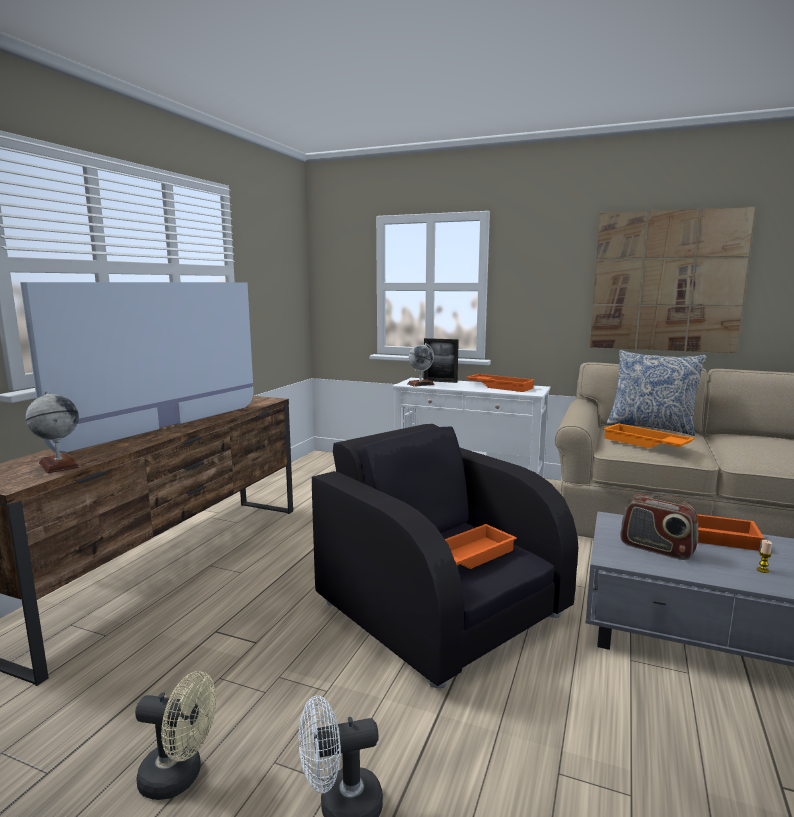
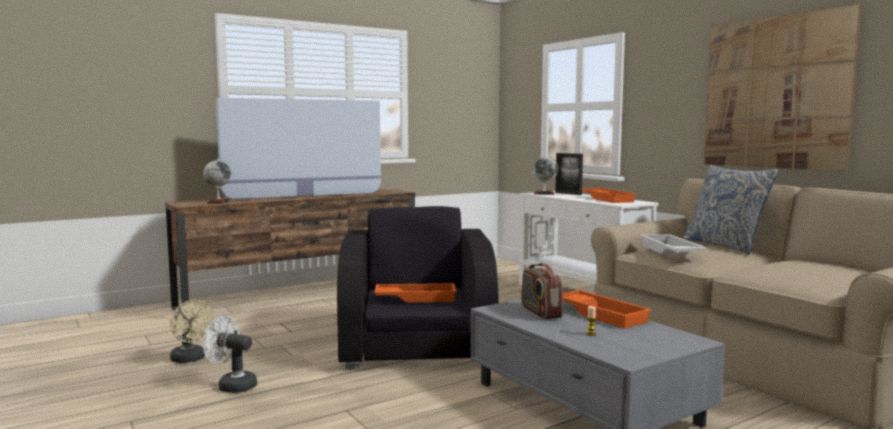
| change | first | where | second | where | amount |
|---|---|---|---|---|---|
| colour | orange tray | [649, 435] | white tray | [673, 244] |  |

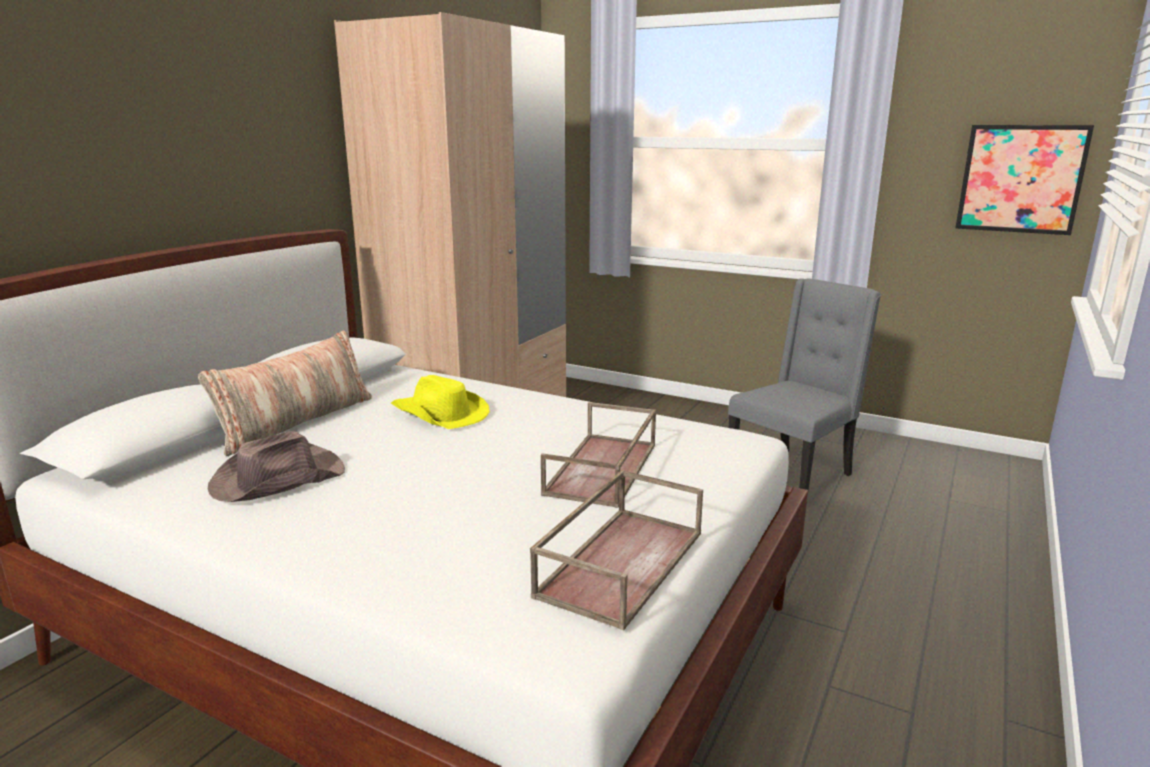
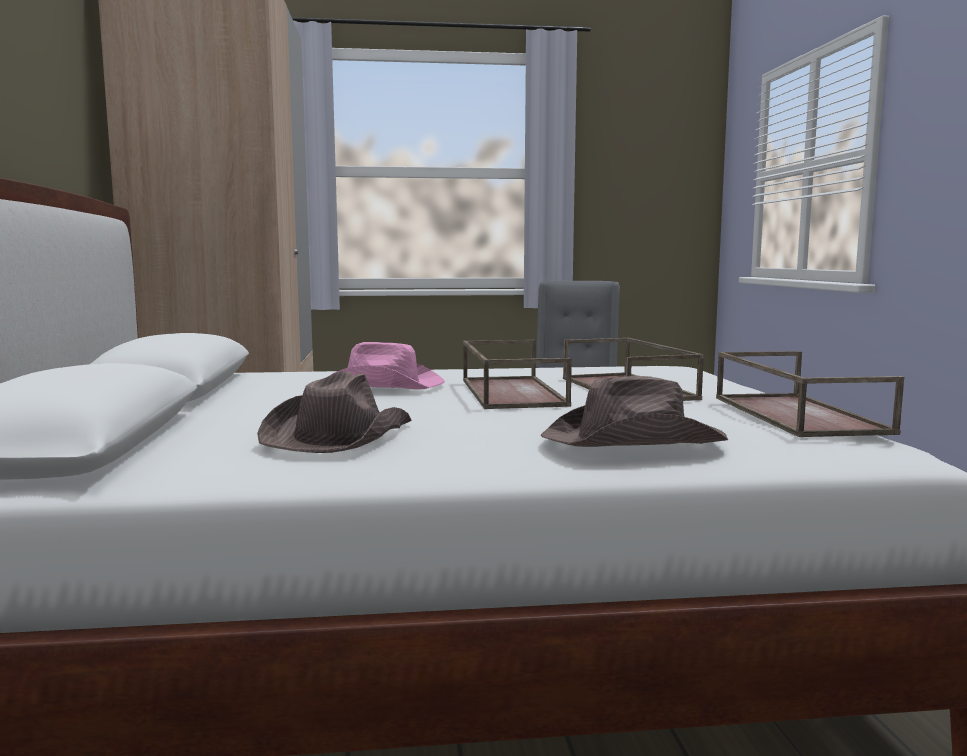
| change | first | where | second | where | amount |
|---|---|---|---|---|---|
| colour | yellow wearable hat | [440, 402] | pinkish wearable hat | [387, 366] |  |
| appeared |  |  | brown-coloured tray | [517, 374] |  |
| appeared |  |  | brown-coloured wearable hat | [634, 411] |  |
| missing | throw pillow | [285, 393] |  |  |  |
| missing | picture | [1024, 180] |  |  |  |

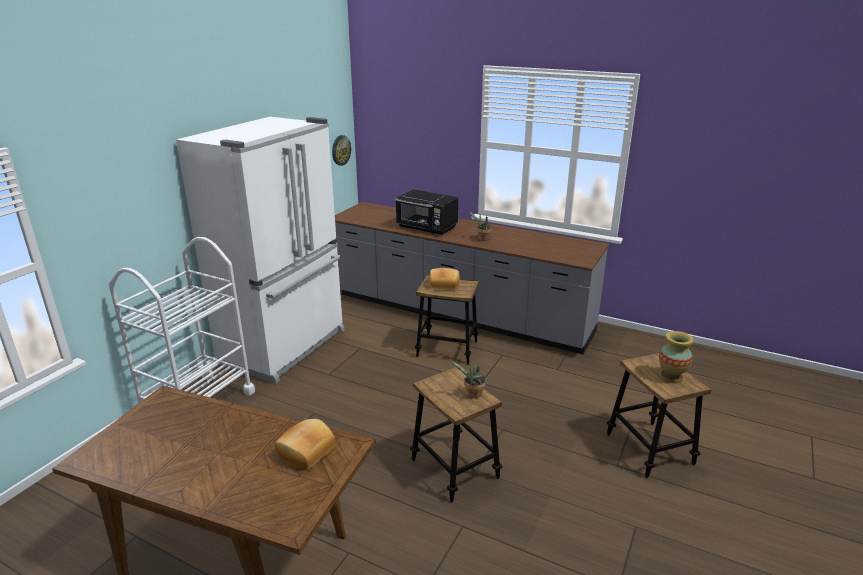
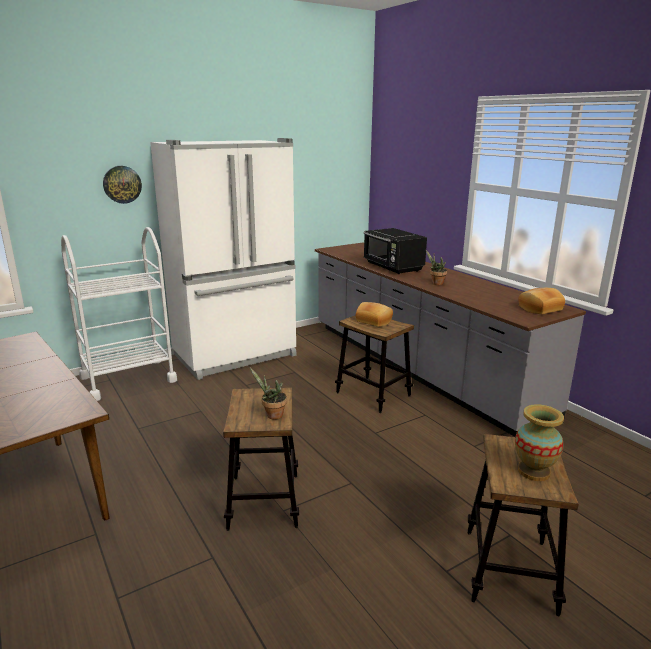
| change | first | where | second | where | amount |
|---|---|---|---|---|---|
| relocated | hanging clock | [341, 150] |  | [122, 185] |  |
| relocated | bread | [305, 444] |  | [541, 301] |  |

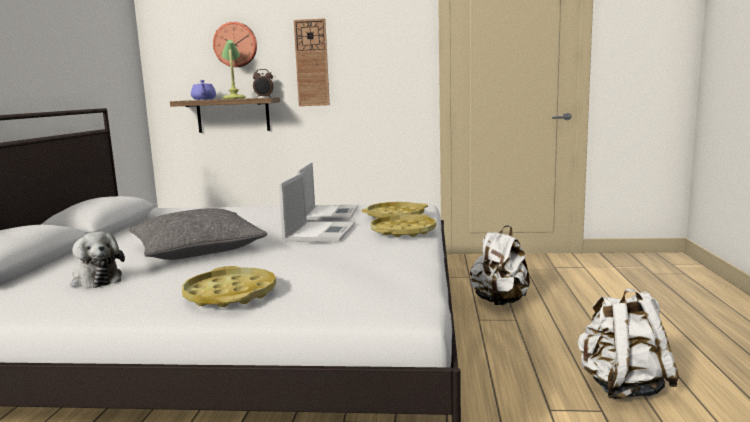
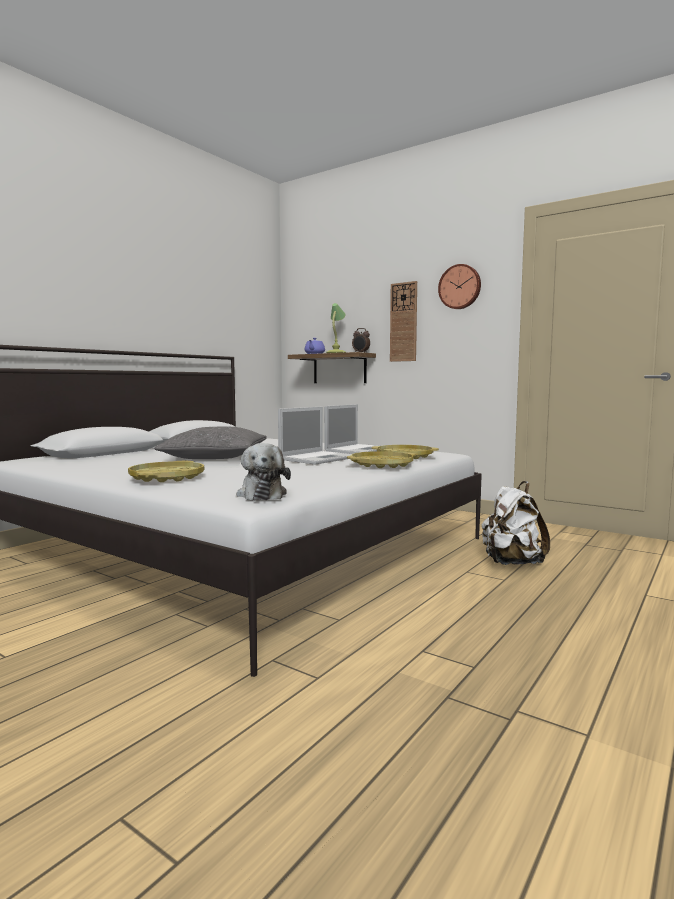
| change | first | where | second | where | amount |
|---|---|---|---|---|---|
| relocated | plush toy | [98, 260] |  | [264, 472] |  |
| relocated | hanging clock | [235, 44] |  | [459, 286] |  |
| missing | white backpack | [628, 343] |  |  |  |

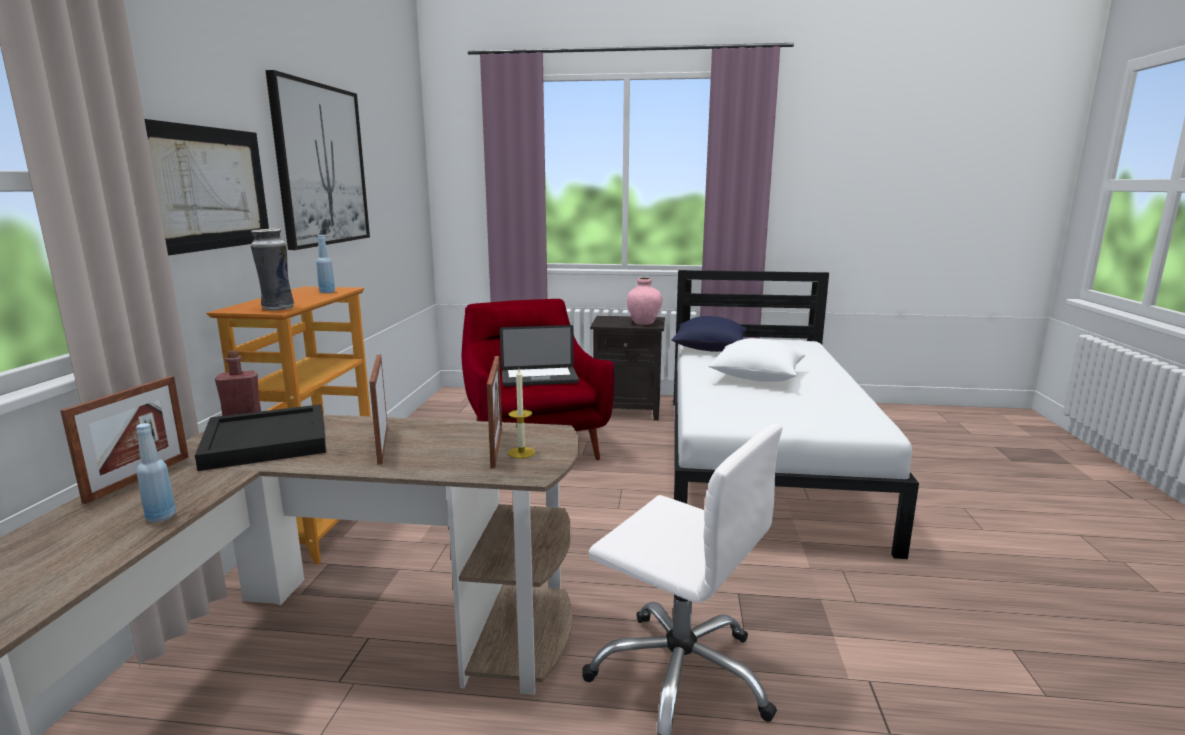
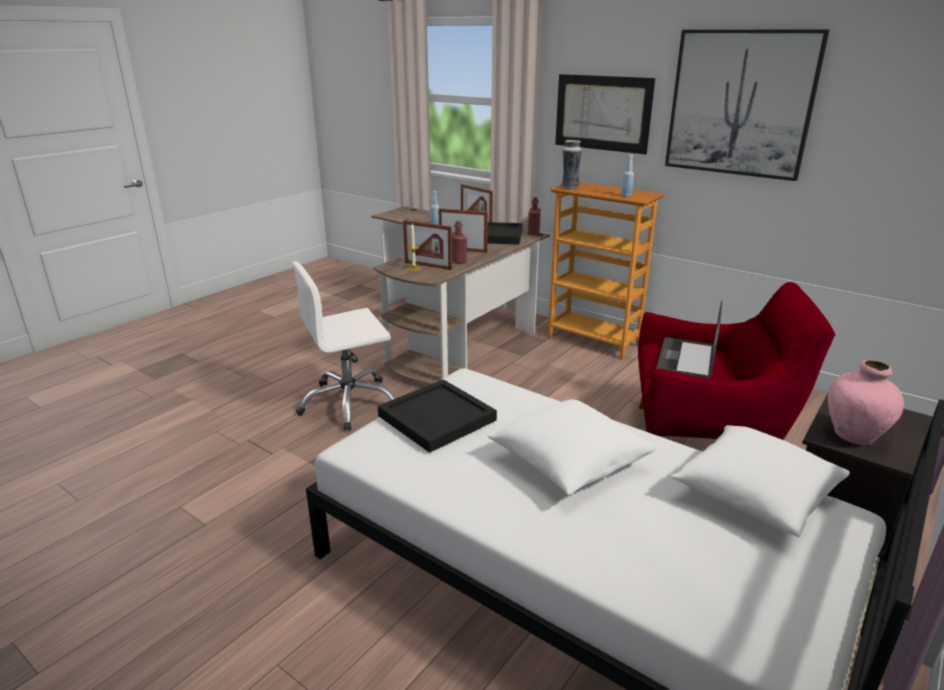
| change | first | where | second | where | amount |
|---|---|---|---|---|---|
| appeared |  |  | black-coloured tray | [437, 416] |  |
| appeared |  |  | reddish bottle | [459, 242] |  |
| colour | blue throw pillow | [709, 334] | white throw pillow | [760, 481] |  |

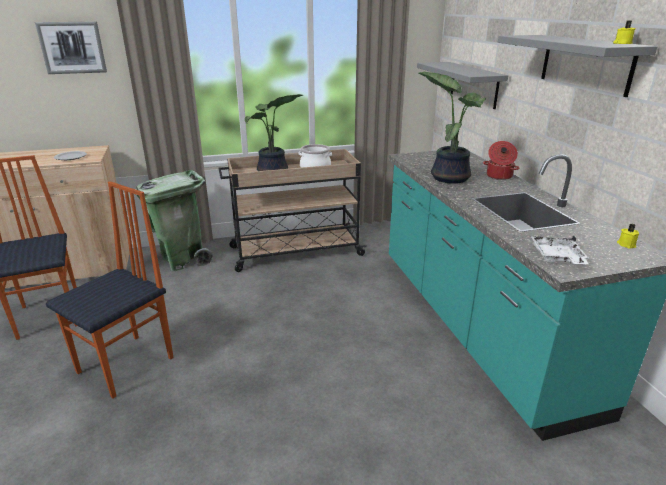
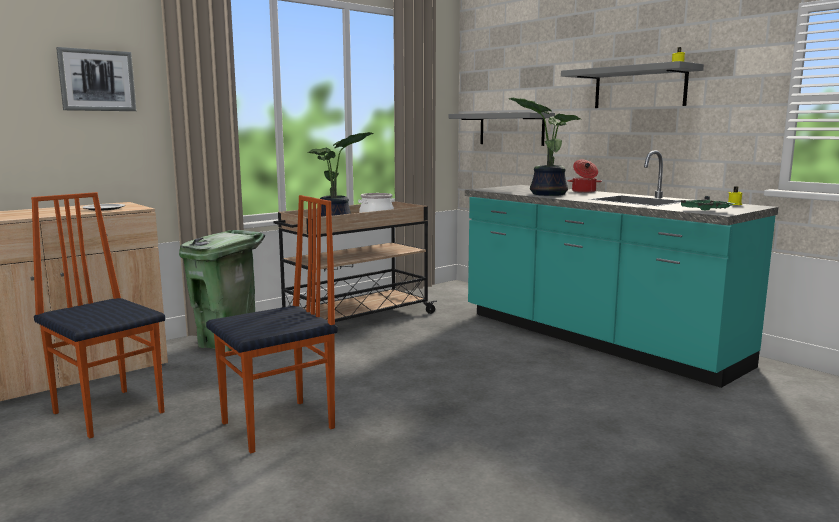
| change | first | where | second | where | amount |
|---|---|---|---|---|---|
| spun | chair | [110, 289] |  | [272, 324] | 45 degrees clockwise |
| colour | white tray | [560, 249] | green tray | [708, 203] |  |

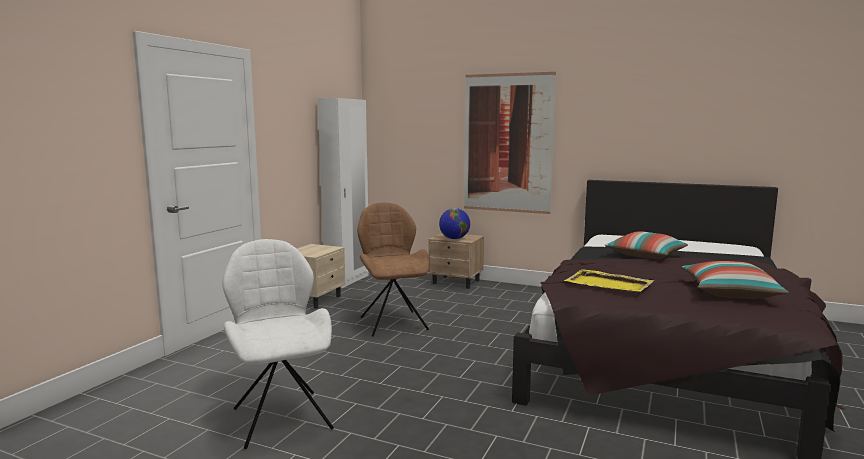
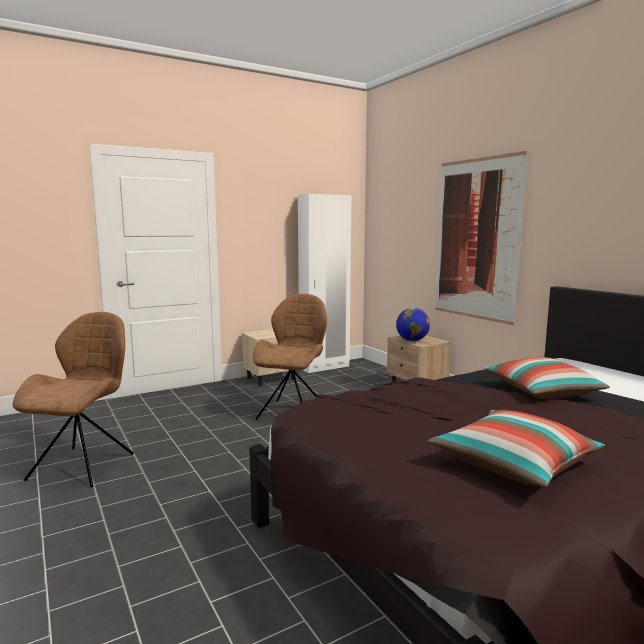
| change | first | where | second | where | amount |
|---|---|---|---|---|---|
| colour | white chair | [278, 344] | brown-coloured chair | [73, 400] |  |
| missing | yellow tray | [609, 280] |  |  |  |

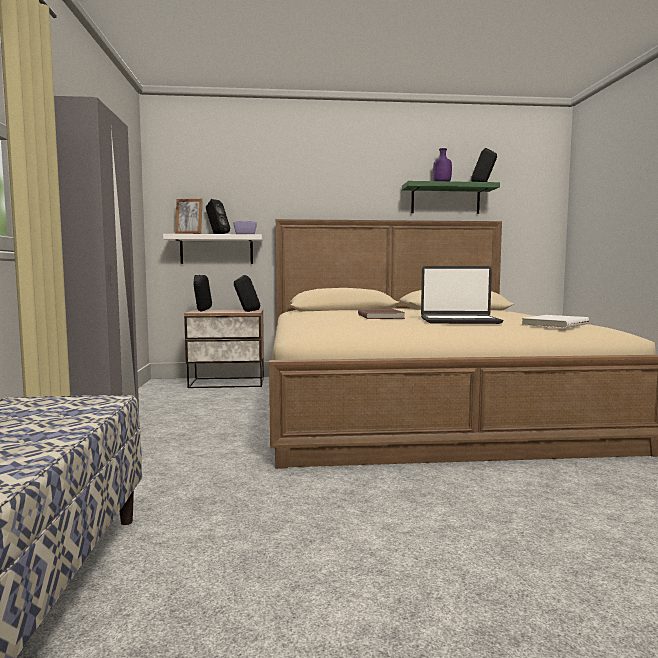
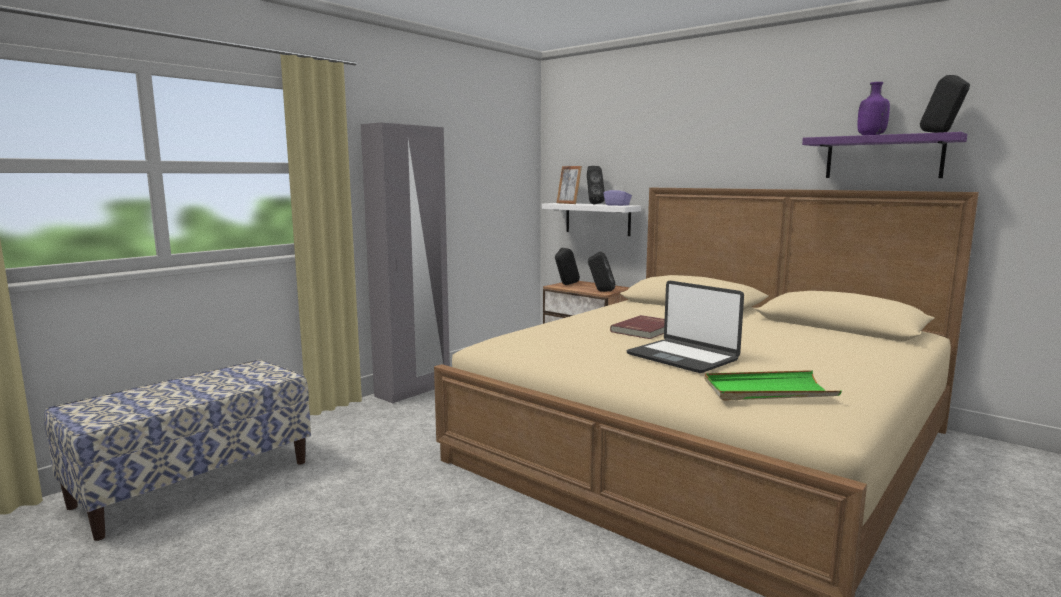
| change | first | where | second | where | amount |
|---|---|---|---|---|---|
| exchanged | white volume | [555, 321] | green tray | [773, 385] |  |
| colour | green wall shelf | [451, 197] | purple wall shelf | [884, 155] |  |

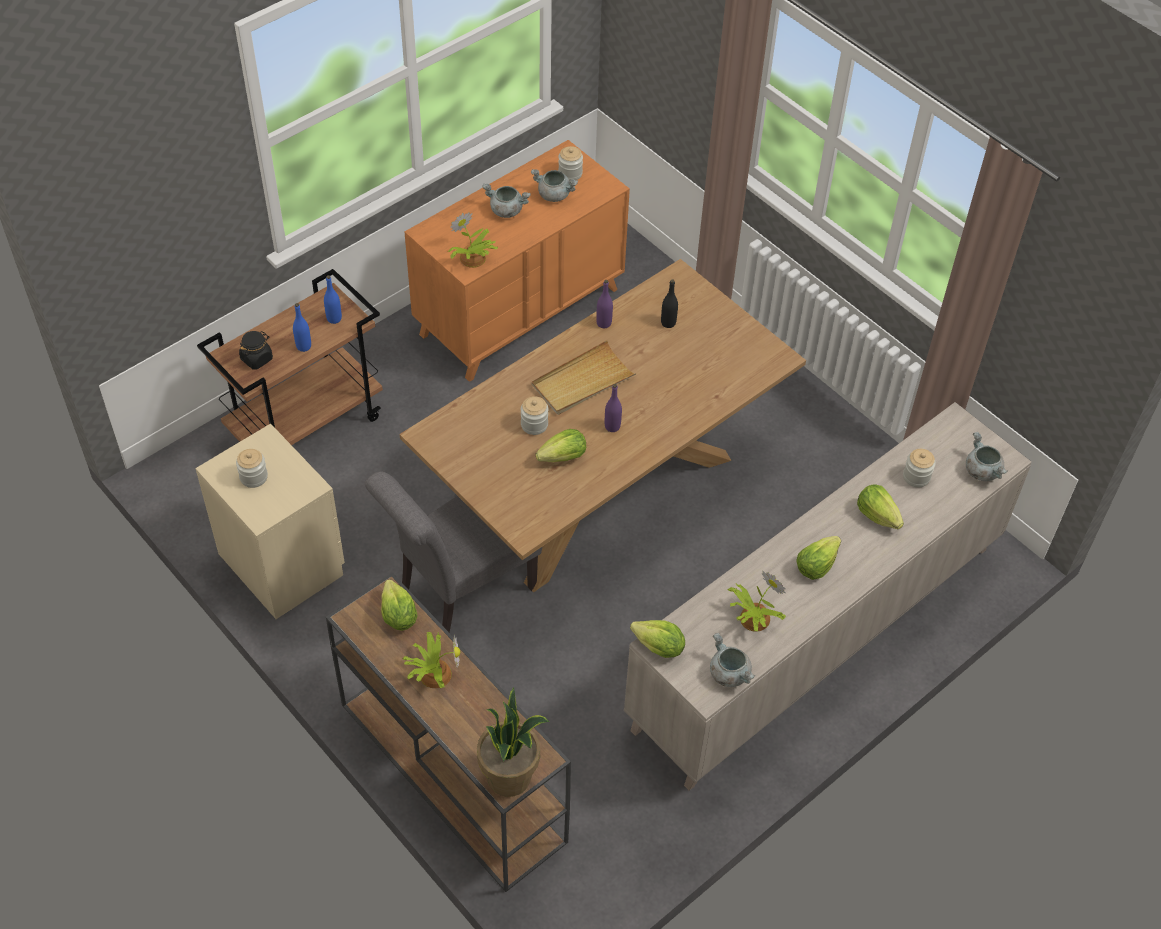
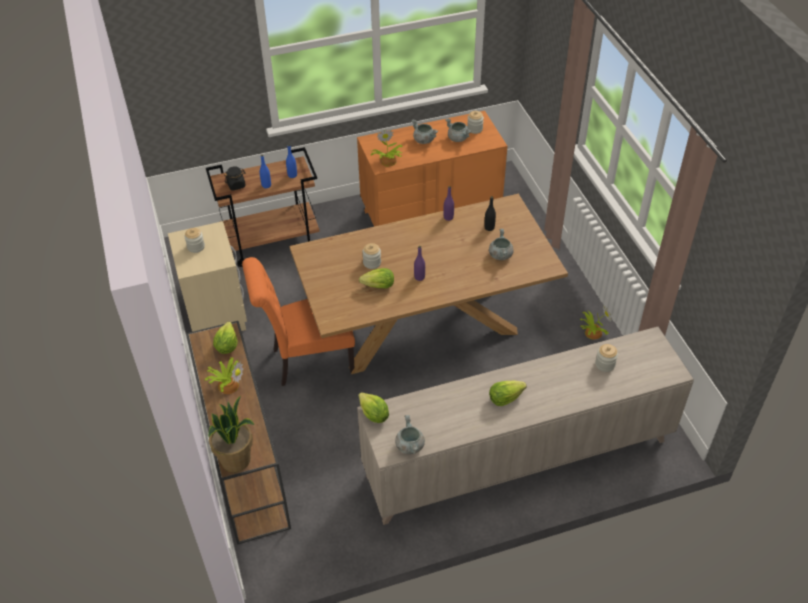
| change | first | where | second | where | amount |
|---|---|---|---|---|---|
| colour | greyish chair | [453, 551] | orange chair | [298, 321] |  |
| relocated | greyish saucepot | [986, 456] |  | [501, 244] |  |
| relocated | houseplant | [757, 601] |  | [596, 323] |  |
| missing | beige tray | [584, 377] |  |  |  |
| missing | head of lettuce | [880, 506] |  |  |  |

